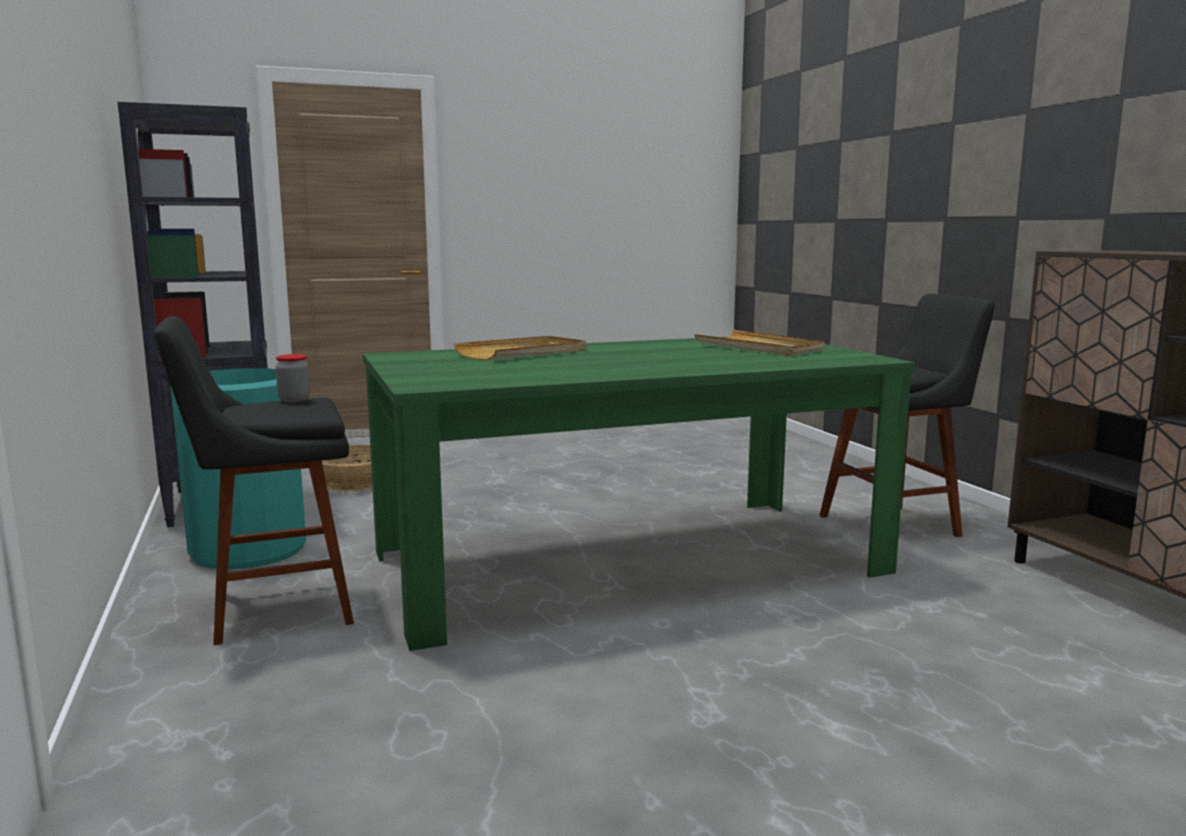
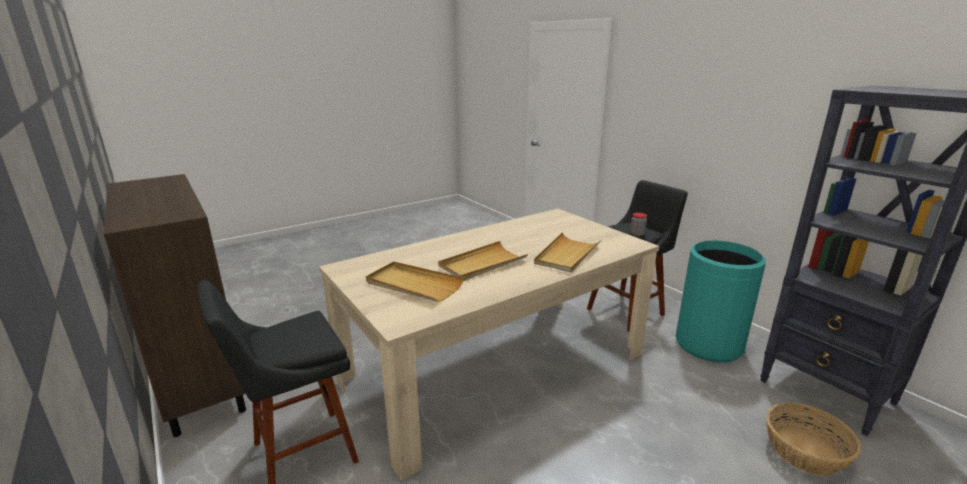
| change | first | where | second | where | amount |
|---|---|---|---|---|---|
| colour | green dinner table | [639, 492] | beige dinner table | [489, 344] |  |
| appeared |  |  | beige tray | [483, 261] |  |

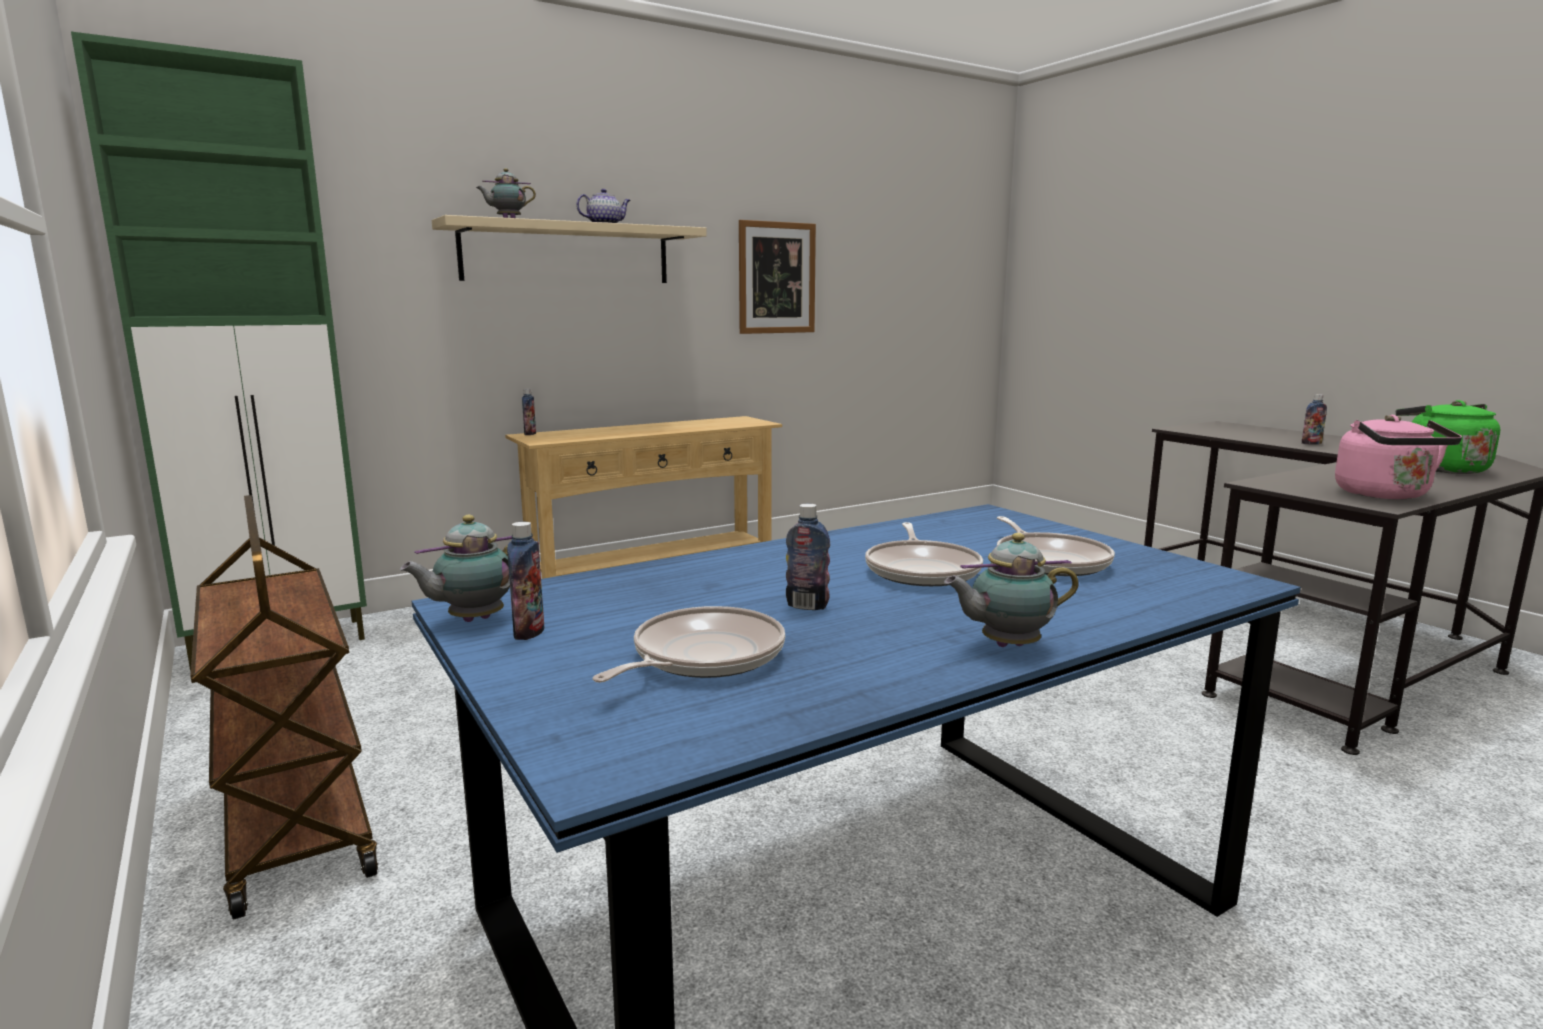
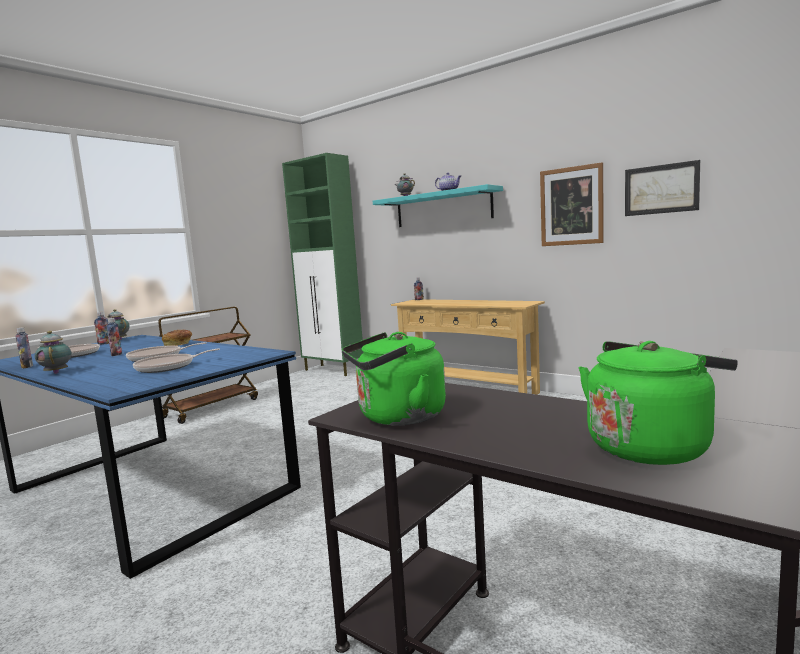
| change | first | where | second | where | amount |
|---|---|---|---|---|---|
| relocated | bottle | [1314, 419] |  | [24, 347] |  |
| appeared |  |  | bread | [177, 338] |  |
| colour | pinkish kettle | [1398, 457] | green kettle | [394, 378] |  |
| colour | beige wall shelf | [569, 249] | blue-green wall shelf | [438, 205] |  |
| appeared |  |  | picture | [662, 188] |  |

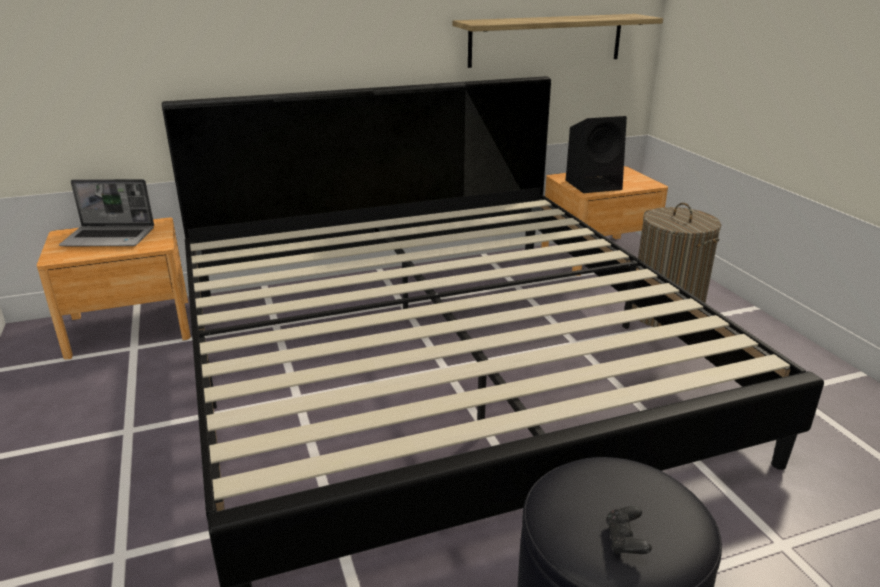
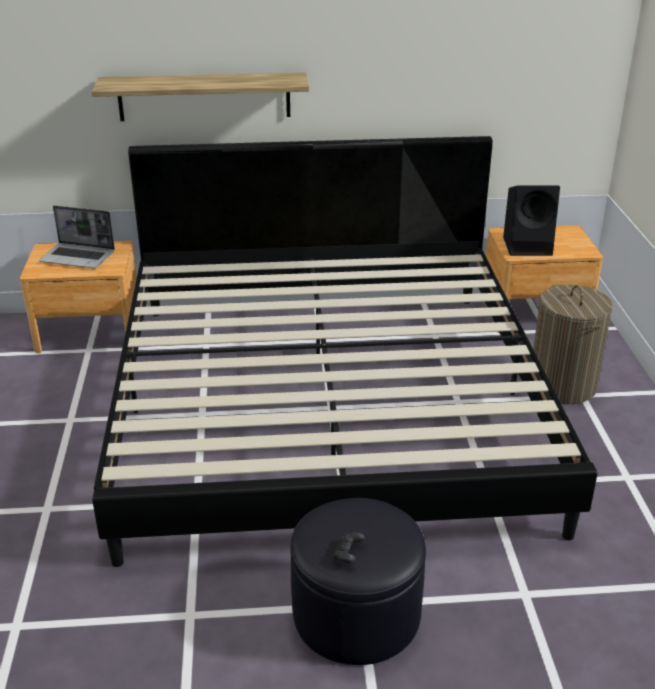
| change | first | where | second | where | amount |
|---|---|---|---|---|---|
| relocated | wall shelf | [557, 41] |  | [200, 97] |  |

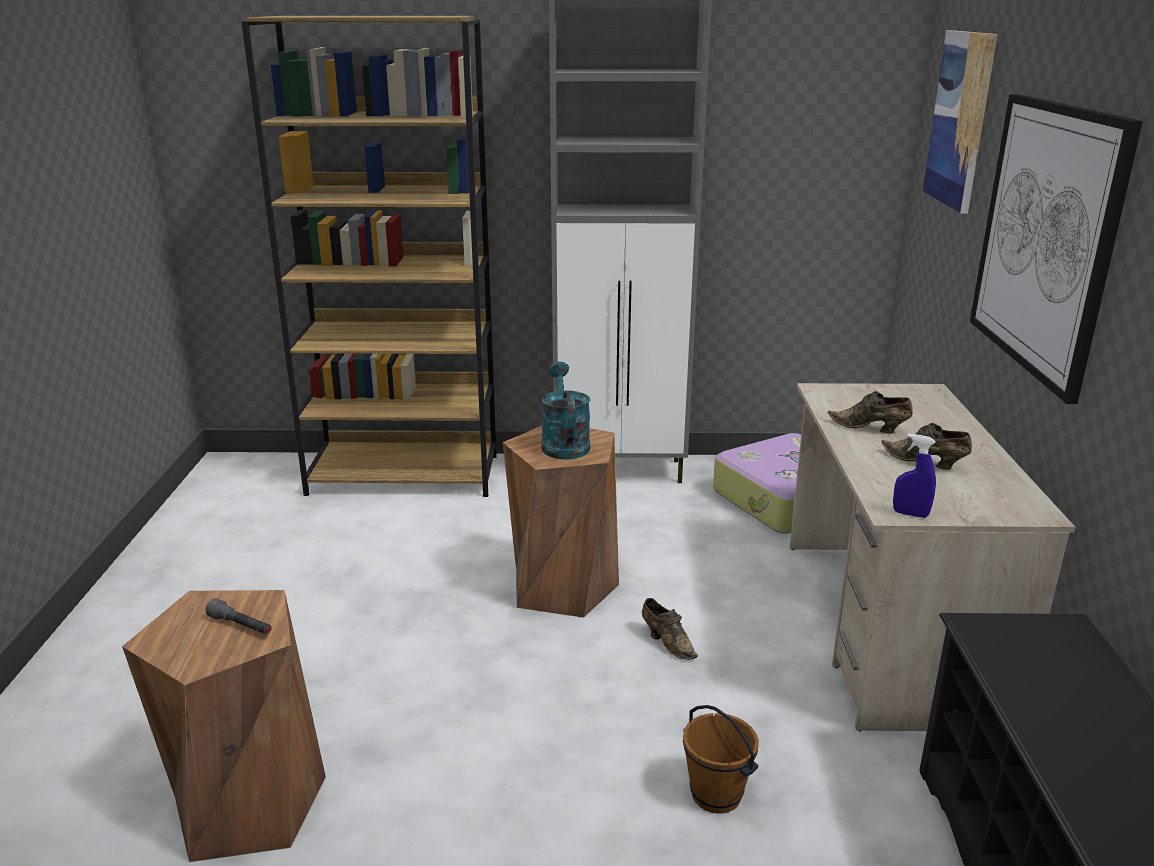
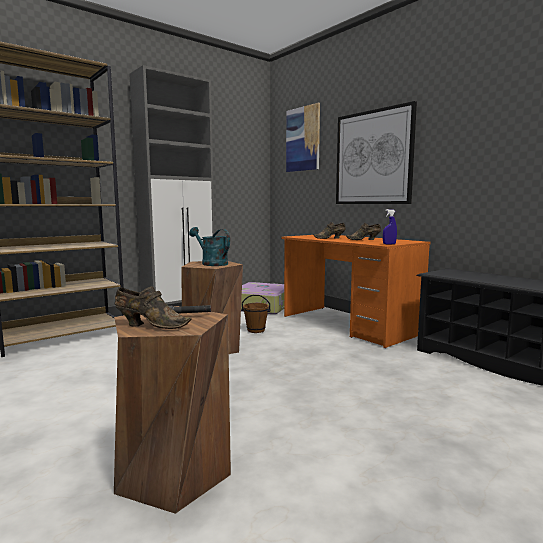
| change | first | where | second | where | amount |
|---|---|---|---|---|---|
| relocated | brown-coloured item of footwear | [670, 629] |  | [153, 307] |  |
| relocated | brown-coloured pail | [721, 759] |  | [256, 314] |  |
| colour | beige desk | [932, 557] | orange desk | [356, 291] |  |

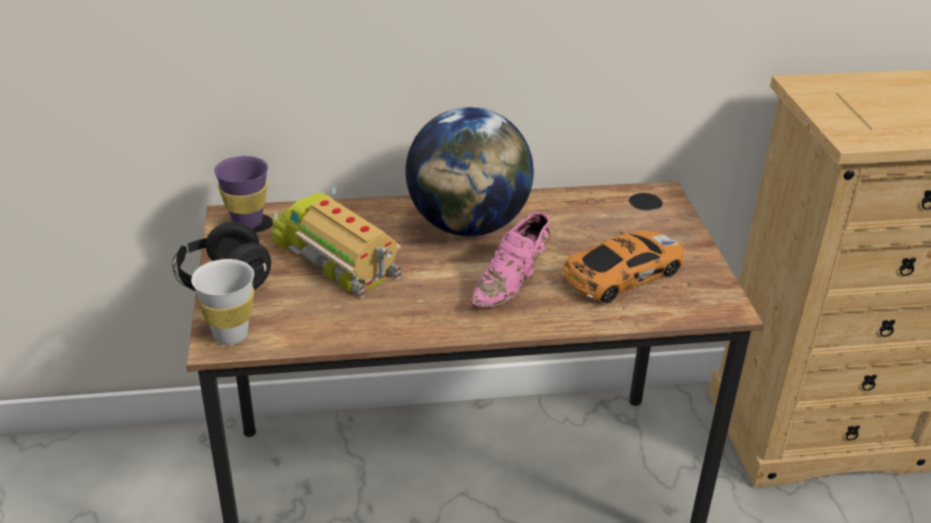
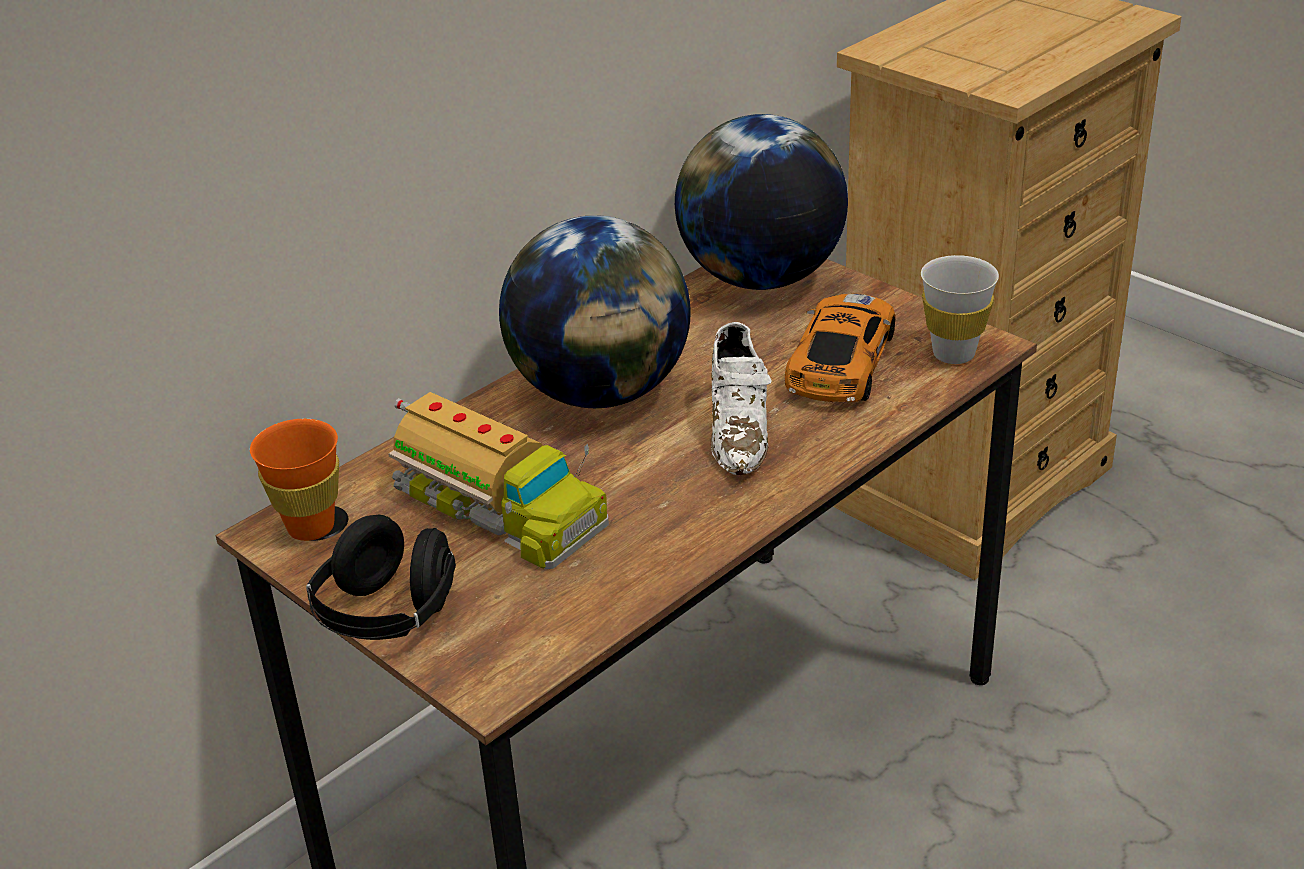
| change | first | where | second | where | amount |
|---|---|---|---|---|---|
| colour | purple small cup | [241, 192] | orange small cup | [294, 480] |  |
| spun | toy truck | [337, 242] |  | [498, 480] | 150 degrees counterclockwise |
| appeared |  |  | desk globe | [761, 202] |  |
| colour | pinkish item of footwear | [511, 260] | white item of footwear | [741, 398] |  |
| relocated | white small cup | [222, 302] |  | [960, 309] |  |

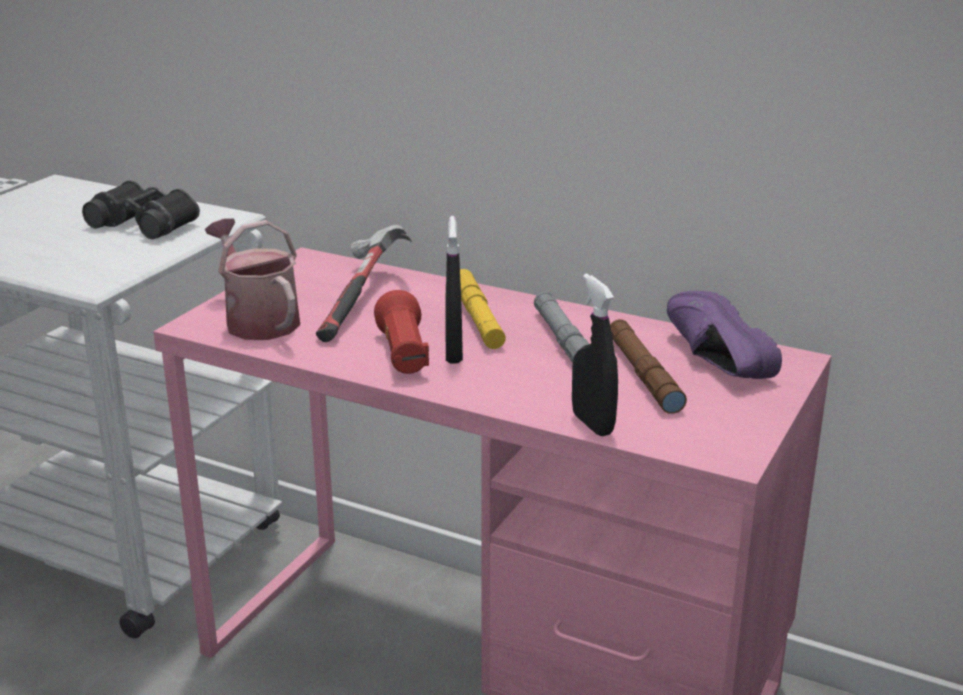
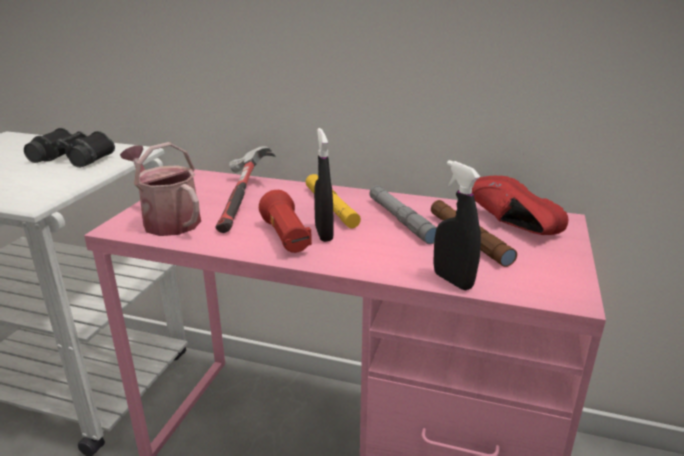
| change | first | where | second | where | amount |
|---|---|---|---|---|---|
| colour | purple item of footwear | [724, 335] | reddish item of footwear | [520, 205] |  |

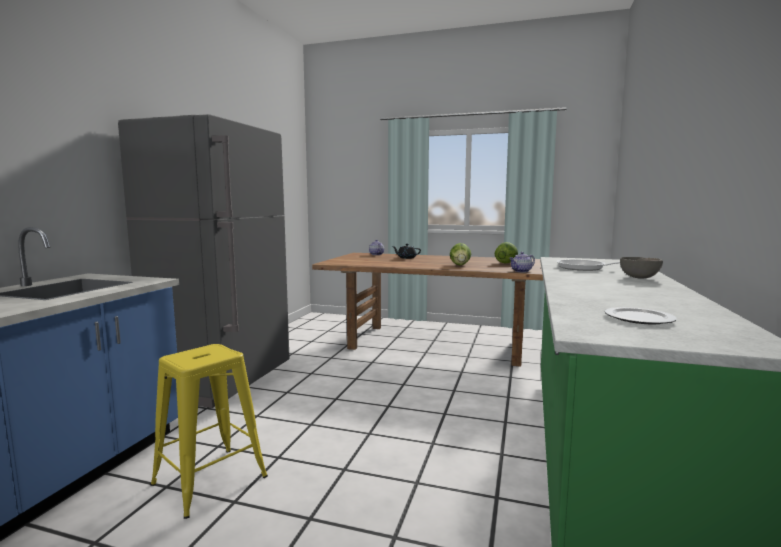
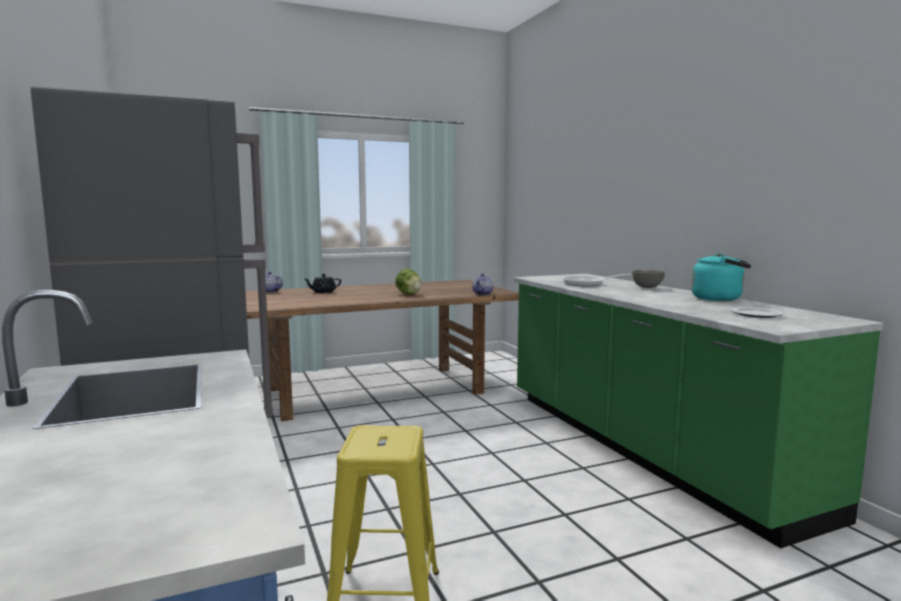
| change | first | where | second | where | amount |
|---|---|---|---|---|---|
| appeared |  |  | blue-green kettle | [721, 277] |  |
| missing | head of lettuce | [506, 253] |  |  |  |

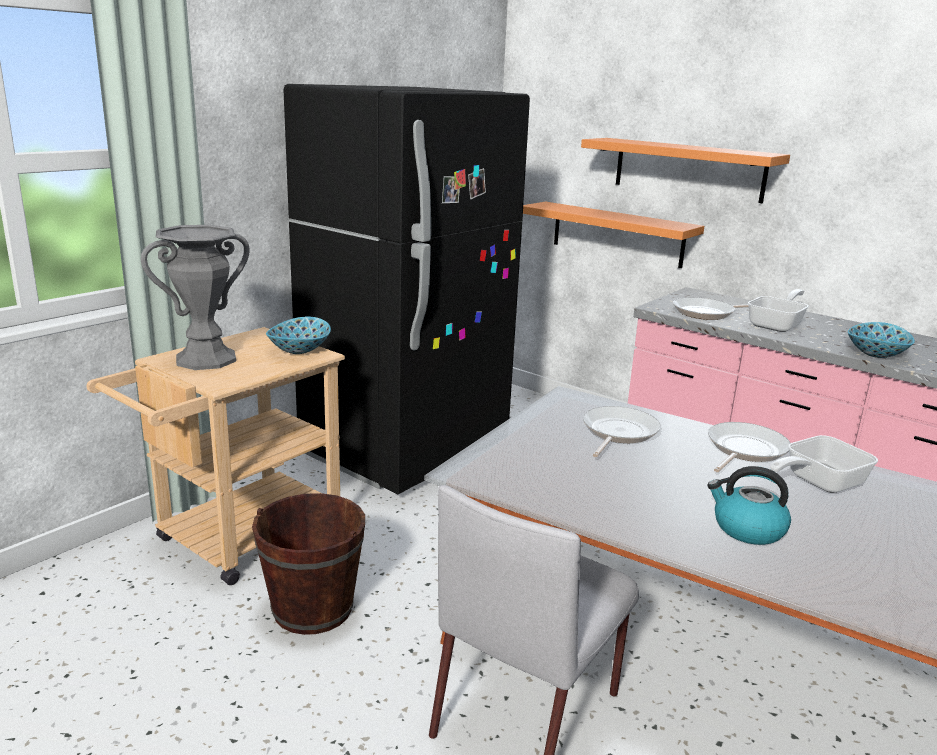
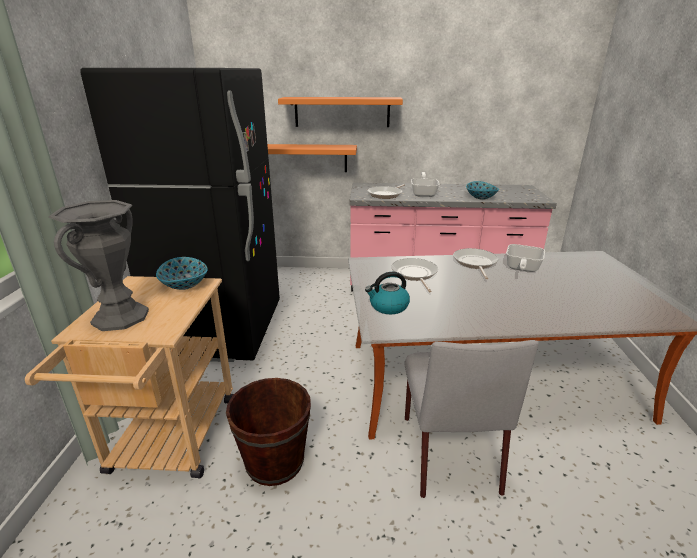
| change | first | where | second | where | amount |
|---|---|---|---|---|---|
| relocated | kettle | [749, 505] |  | [387, 293] |  |

